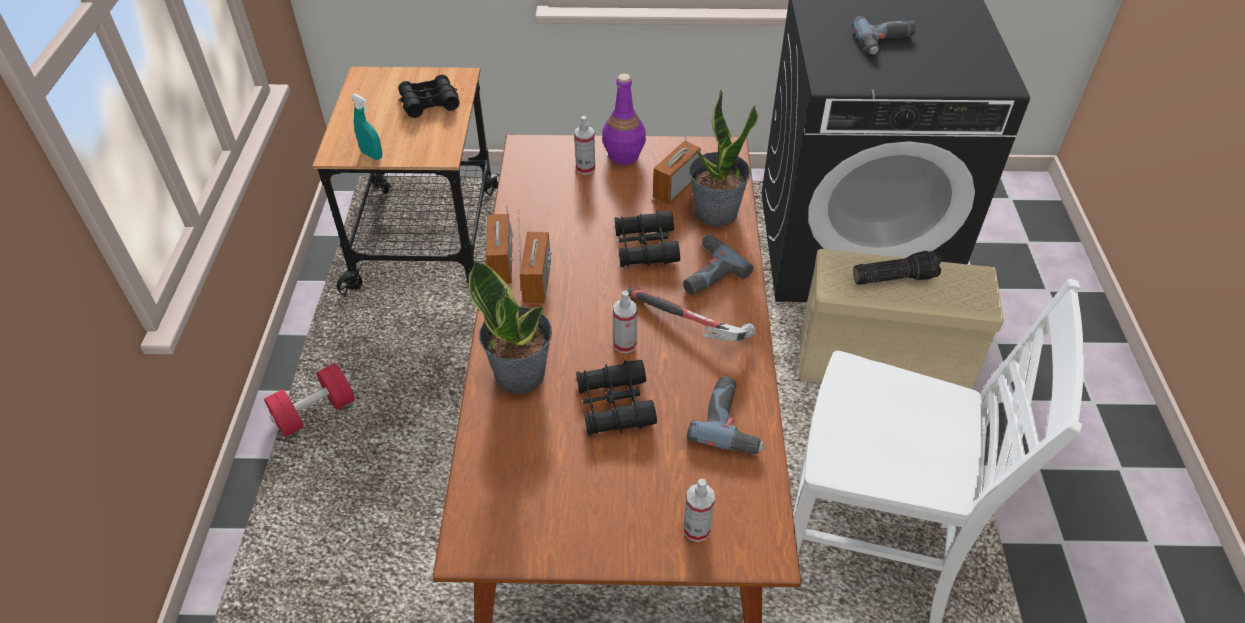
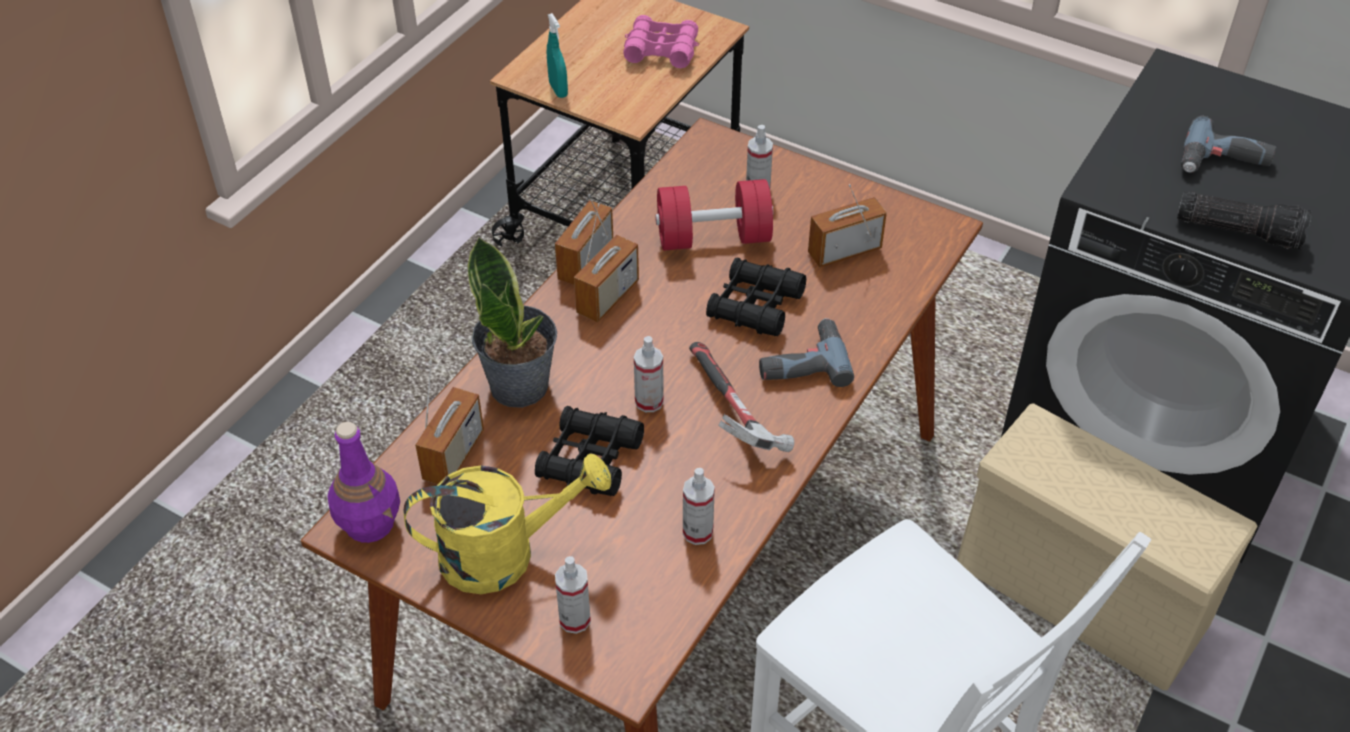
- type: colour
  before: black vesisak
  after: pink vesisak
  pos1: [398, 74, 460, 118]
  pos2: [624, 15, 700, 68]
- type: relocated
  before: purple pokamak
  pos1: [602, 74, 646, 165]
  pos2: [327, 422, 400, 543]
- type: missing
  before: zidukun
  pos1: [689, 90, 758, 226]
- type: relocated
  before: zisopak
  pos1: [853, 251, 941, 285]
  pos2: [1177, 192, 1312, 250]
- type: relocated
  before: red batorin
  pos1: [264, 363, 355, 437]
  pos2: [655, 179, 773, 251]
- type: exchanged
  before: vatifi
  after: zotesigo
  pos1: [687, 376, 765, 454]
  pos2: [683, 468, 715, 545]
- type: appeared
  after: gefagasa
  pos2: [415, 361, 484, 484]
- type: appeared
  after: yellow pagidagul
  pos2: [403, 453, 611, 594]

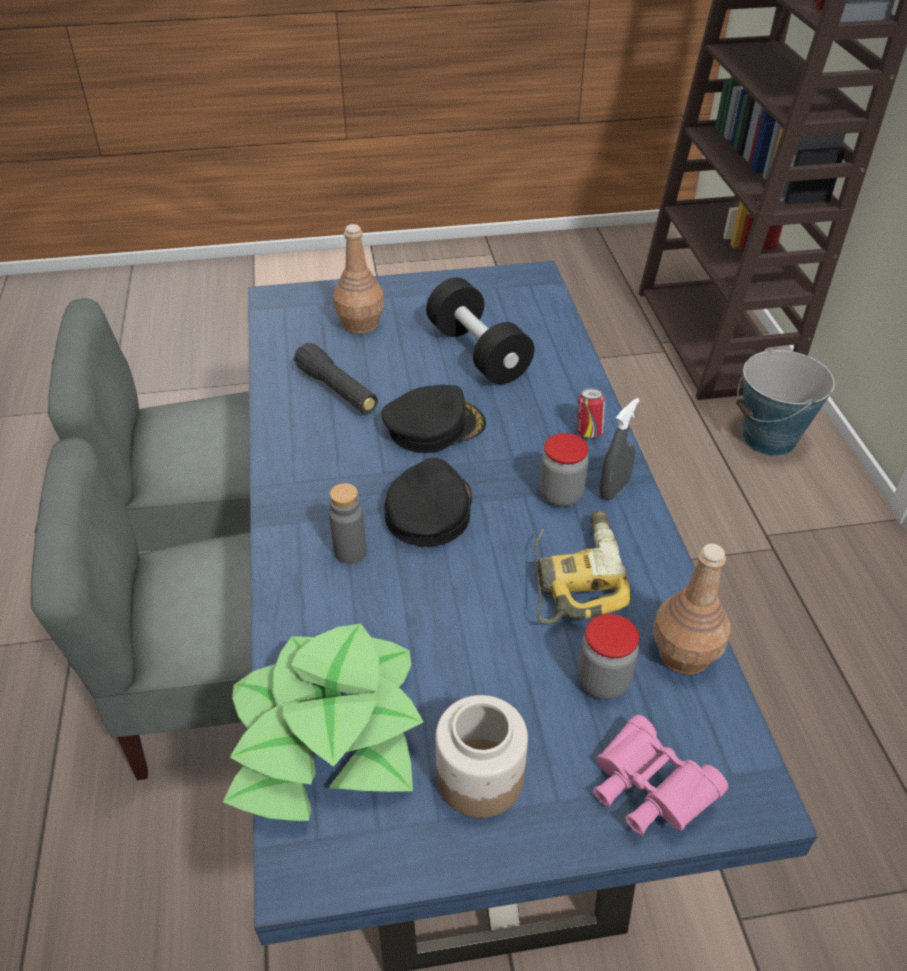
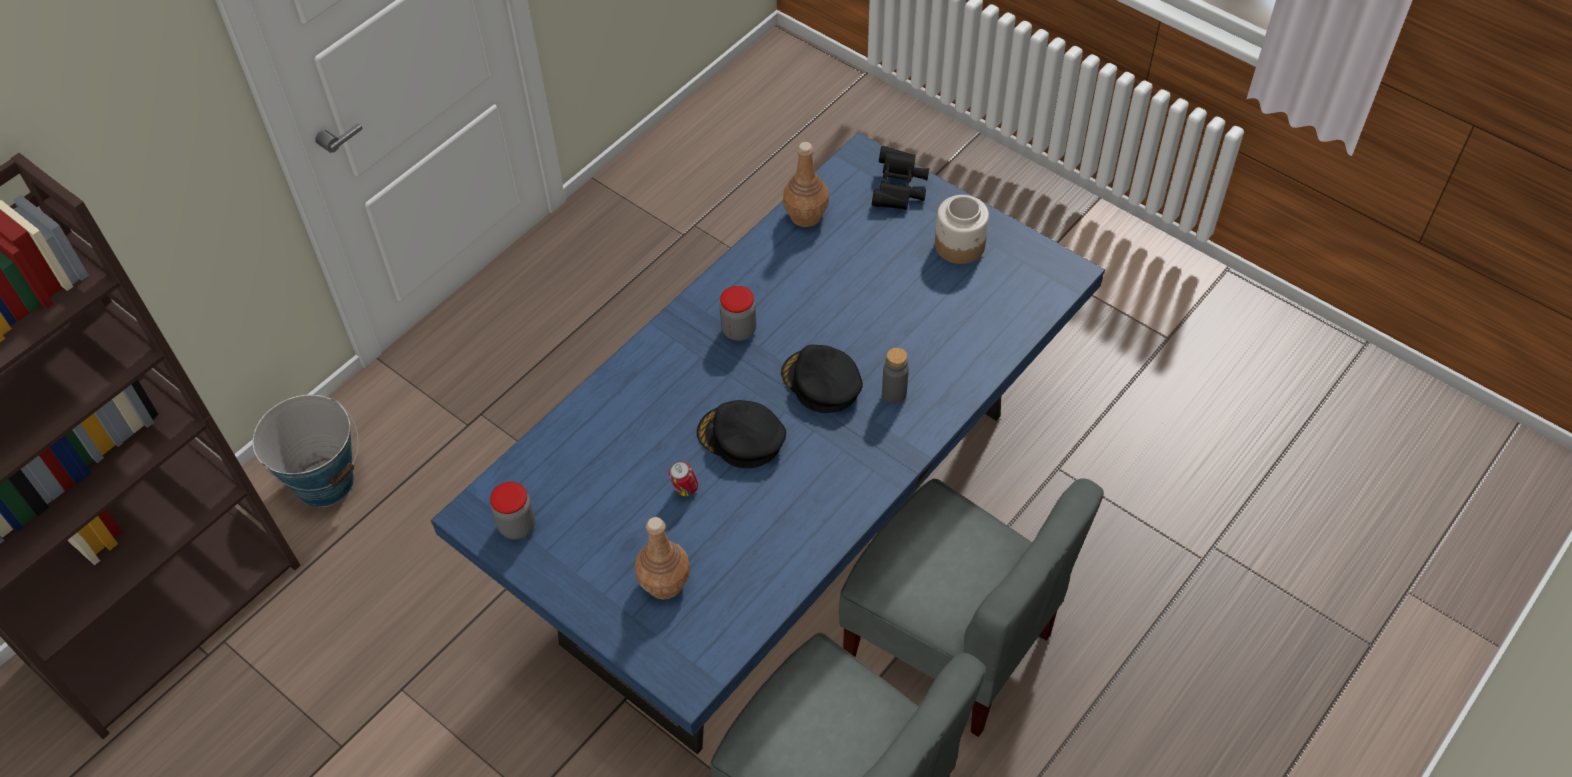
- type: missing
  before: black batorin
  pos1: [426, 278, 534, 384]
- type: missing
  before: black zisopak
  pos1: [294, 343, 378, 414]
- type: relocated
  before: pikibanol
  pos1: [577, 388, 605, 439]
  pos2: [669, 461, 698, 496]
- type: missing
  before: grey zotesigo
  pos1: [599, 398, 640, 500]
- type: spun
  before: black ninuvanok
  pos1: [384, 458, 472, 547]
  pos2: [781, 345, 863, 413]
  turn: 75
- type: missing
  before: vatifi
  pos1: [534, 511, 630, 624]
- type: relocated
  before: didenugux
  pos1: [578, 614, 639, 699]
  pos2: [490, 482, 535, 539]
- type: missing
  before: zidukun
  pos1: [223, 624, 423, 821]
- type: colour
  before: pink vesisak
  after: black vesisak
  pos1: [593, 715, 728, 835]
  pos2: [872, 146, 929, 210]

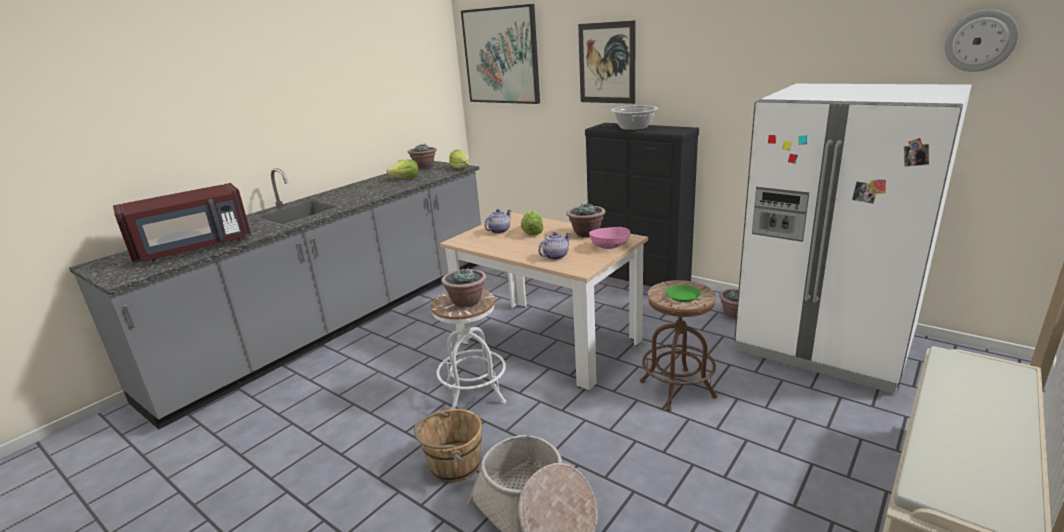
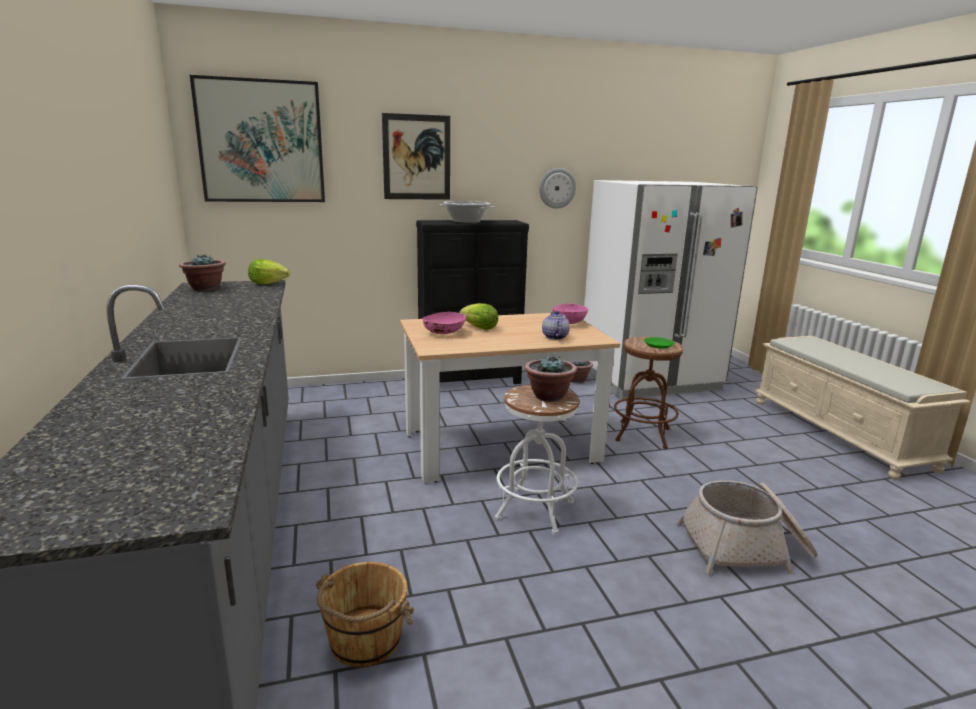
- type: relocated
  before: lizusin
  pos1: [945, 10, 1019, 72]
  pos2: [539, 168, 576, 209]
- type: missing
  before: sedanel
  pos1: [387, 159, 418, 178]
- type: missing
  before: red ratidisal
  pos1: [113, 183, 251, 263]
- type: missing
  before: zidukun
  pos1: [566, 202, 605, 238]
- type: exchanged
  before: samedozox
  after: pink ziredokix
  pos1: [484, 209, 511, 234]
  pos2: [423, 312, 466, 334]
- type: relocated
  before: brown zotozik
  pos1: [414, 407, 482, 483]
  pos2: [316, 562, 414, 667]

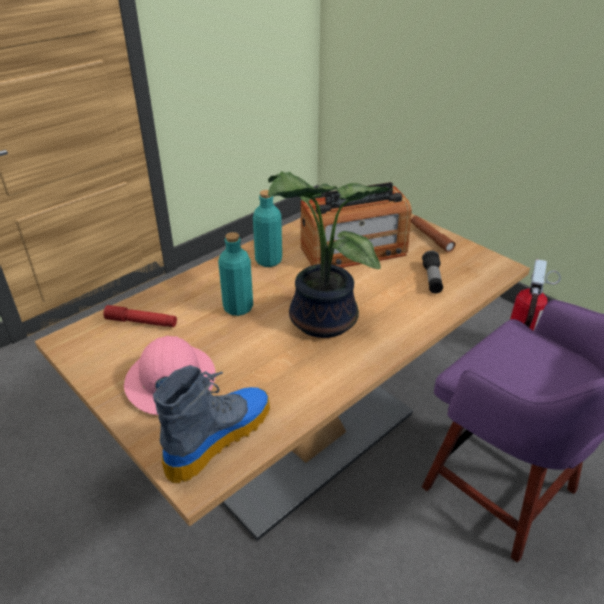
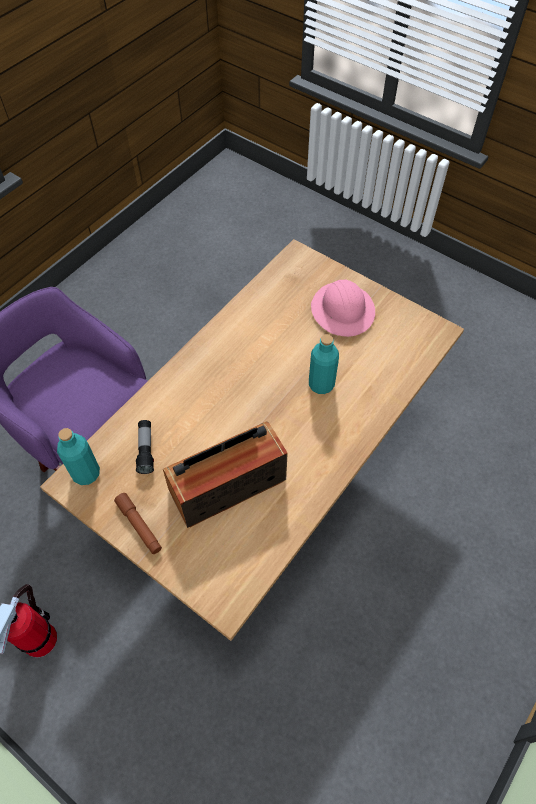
- type: missing
  before: zidukun
  pos1: [268, 171, 393, 338]
- type: relocated
  before: turquoise pokamak
  pos1: [253, 190, 282, 267]
  pos2: [57, 428, 100, 485]
- type: missing
  before: red zisopak
  pos1: [103, 305, 177, 327]
- type: missing
  before: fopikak
  pos1: [153, 365, 270, 483]

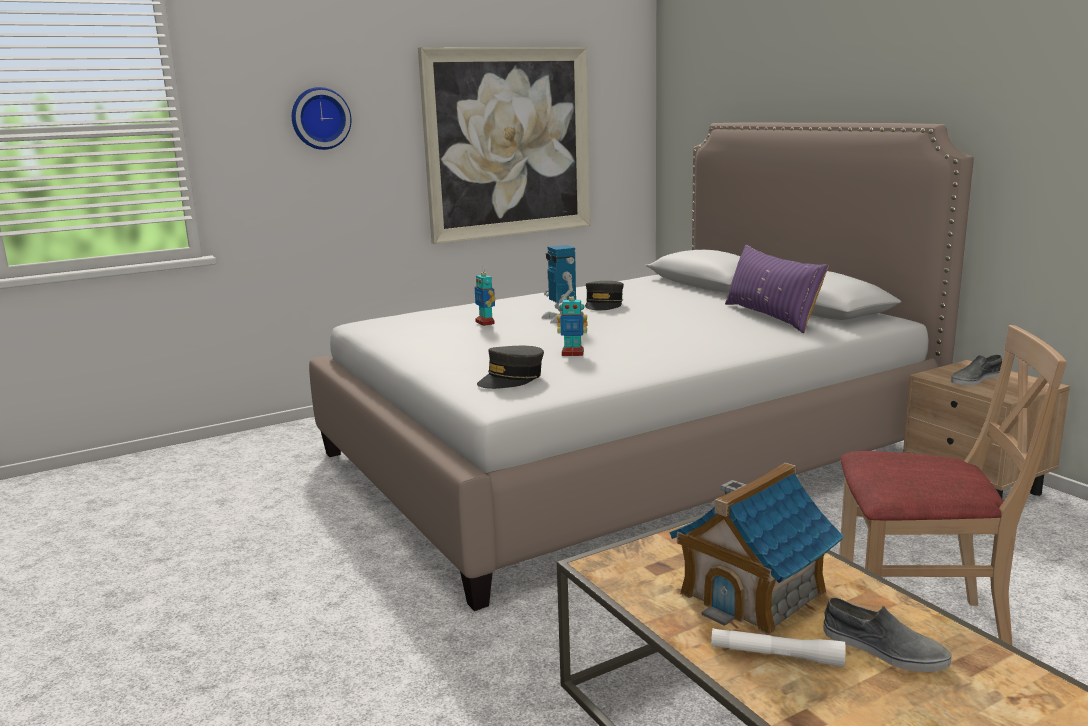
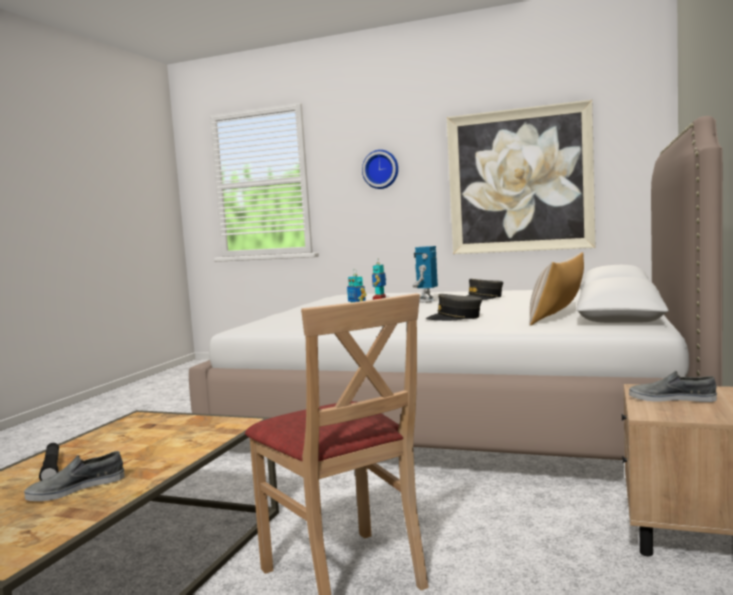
- type: colour
  before: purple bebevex
  after: beige bebevex
  pos1: [725, 245, 829, 333]
  pos2: [529, 252, 584, 326]
- type: relocated
  before: grey ninuvanok
  pos1: [477, 346, 544, 389]
  pos2: [426, 294, 482, 321]
- type: missing
  before: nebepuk
  pos1: [669, 462, 844, 635]
- type: spun
  before: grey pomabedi
  pos1: [823, 597, 952, 672]
  pos2: [24, 451, 125, 501]
  turn: 60
- type: colour
  before: white zisopak
  after: black zisopak
  pos1: [711, 628, 845, 667]
  pos2: [39, 443, 59, 481]

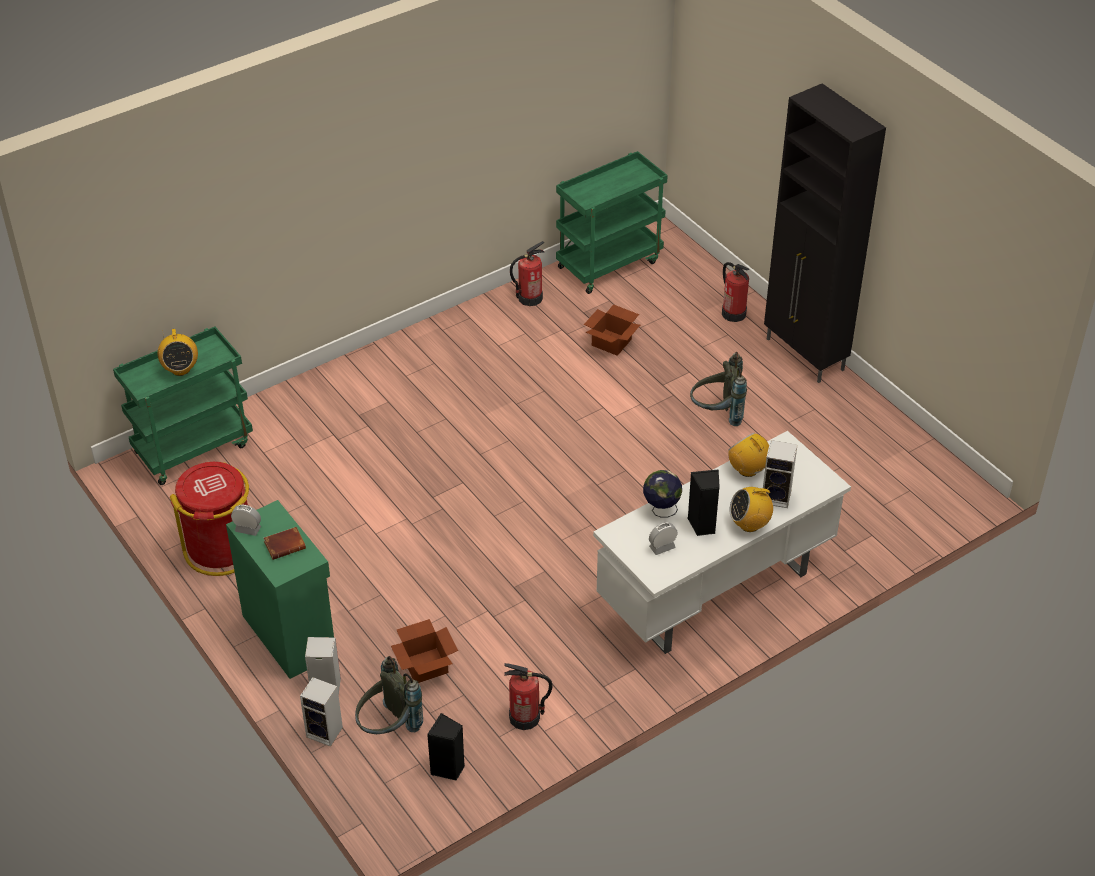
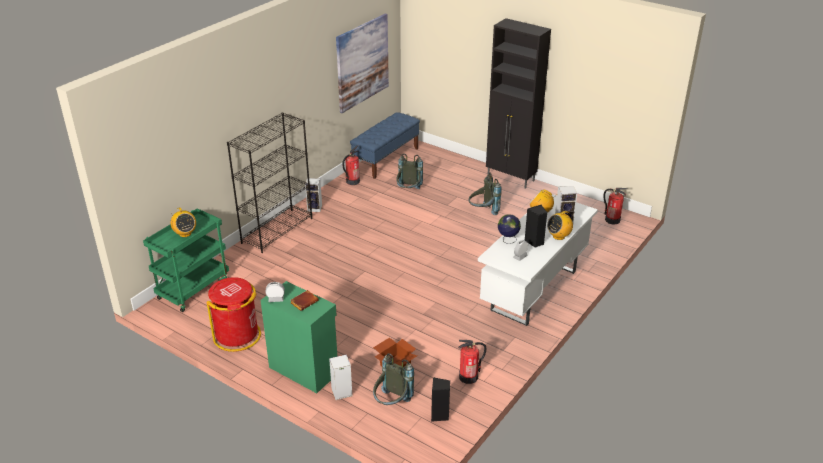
- type: exchanged
  before: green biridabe
  after: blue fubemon
  pos1: [556, 151, 668, 294]
  pos2: [350, 112, 420, 179]
- type: relocated
  before: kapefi
  pos1: [722, 262, 749, 322]
  pos2: [603, 188, 627, 225]
- type: exchanged
  before: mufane
  after: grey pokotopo
  pos1: [584, 304, 640, 356]
  pos2: [396, 154, 423, 189]
- type: relocated
  before: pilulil
  pos1: [300, 677, 343, 747]
  pos2: [305, 178, 322, 212]
- type: appeared
  after: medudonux
  pos2: [336, 14, 389, 113]
- type: appeared
  after: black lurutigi
  pos2: [227, 112, 312, 253]

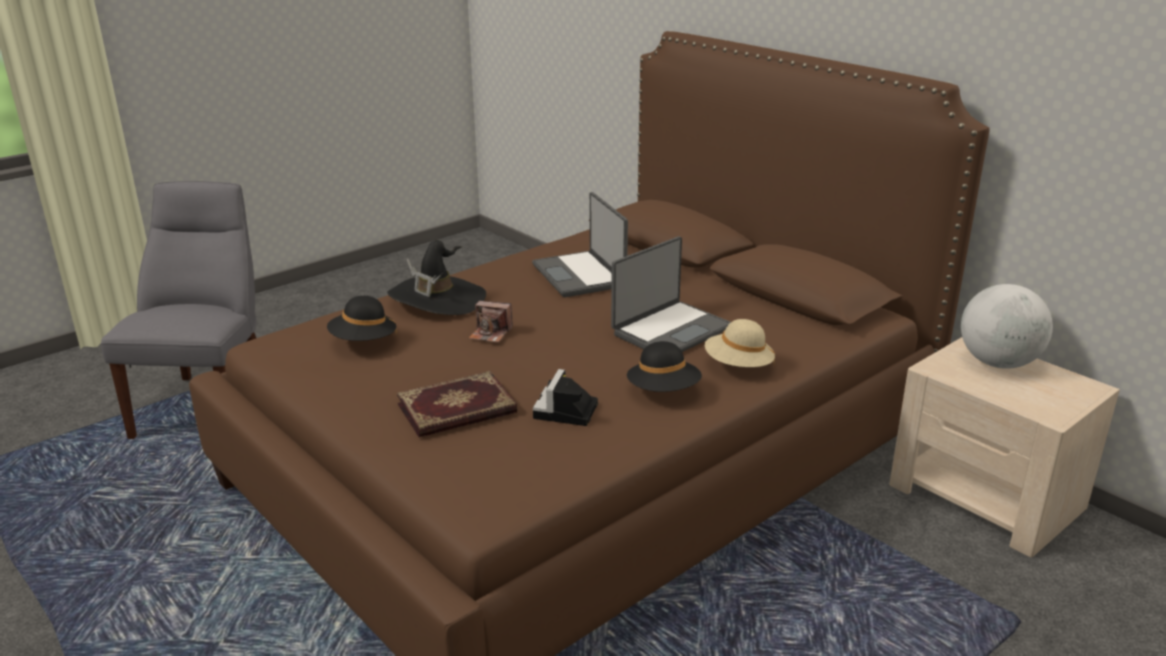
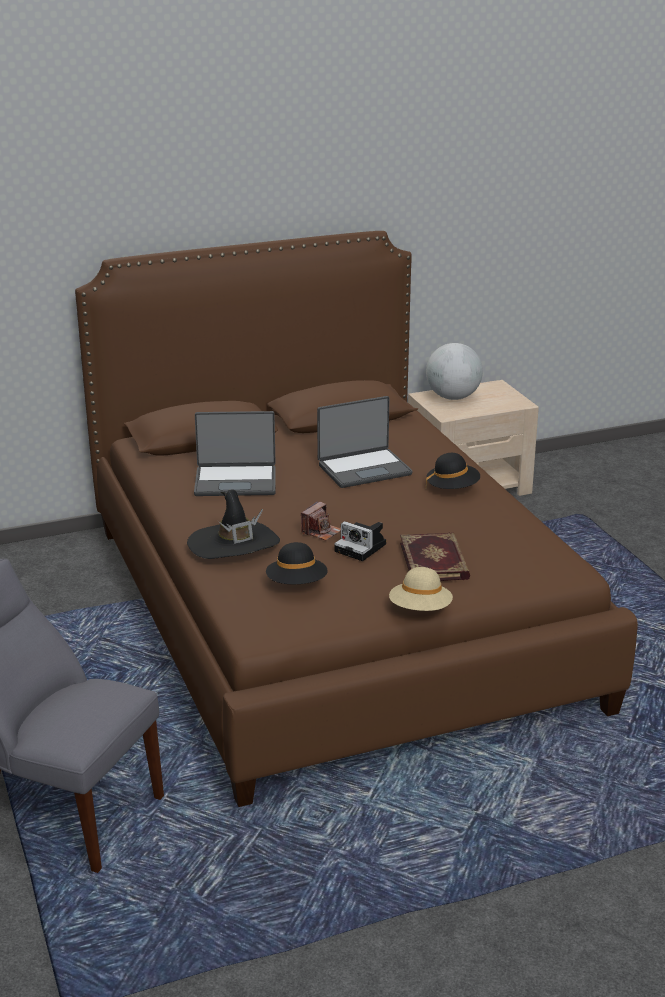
- type: spun
  before: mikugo
  pos1: [611, 236, 731, 352]
  pos2: [317, 396, 413, 488]
  turn: 90
- type: relocated
  before: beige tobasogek
  pos1: [705, 319, 775, 367]
  pos2: [389, 567, 453, 611]
- type: relocated
  before: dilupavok
  pos1: [533, 369, 598, 426]
  pos2: [334, 521, 386, 561]

